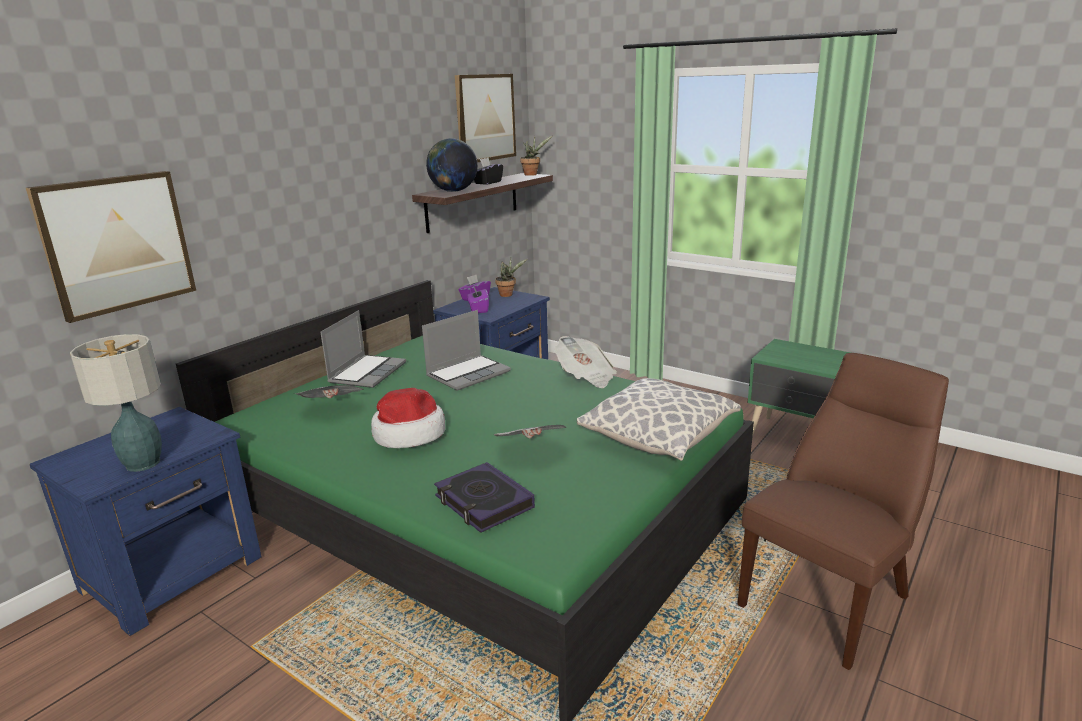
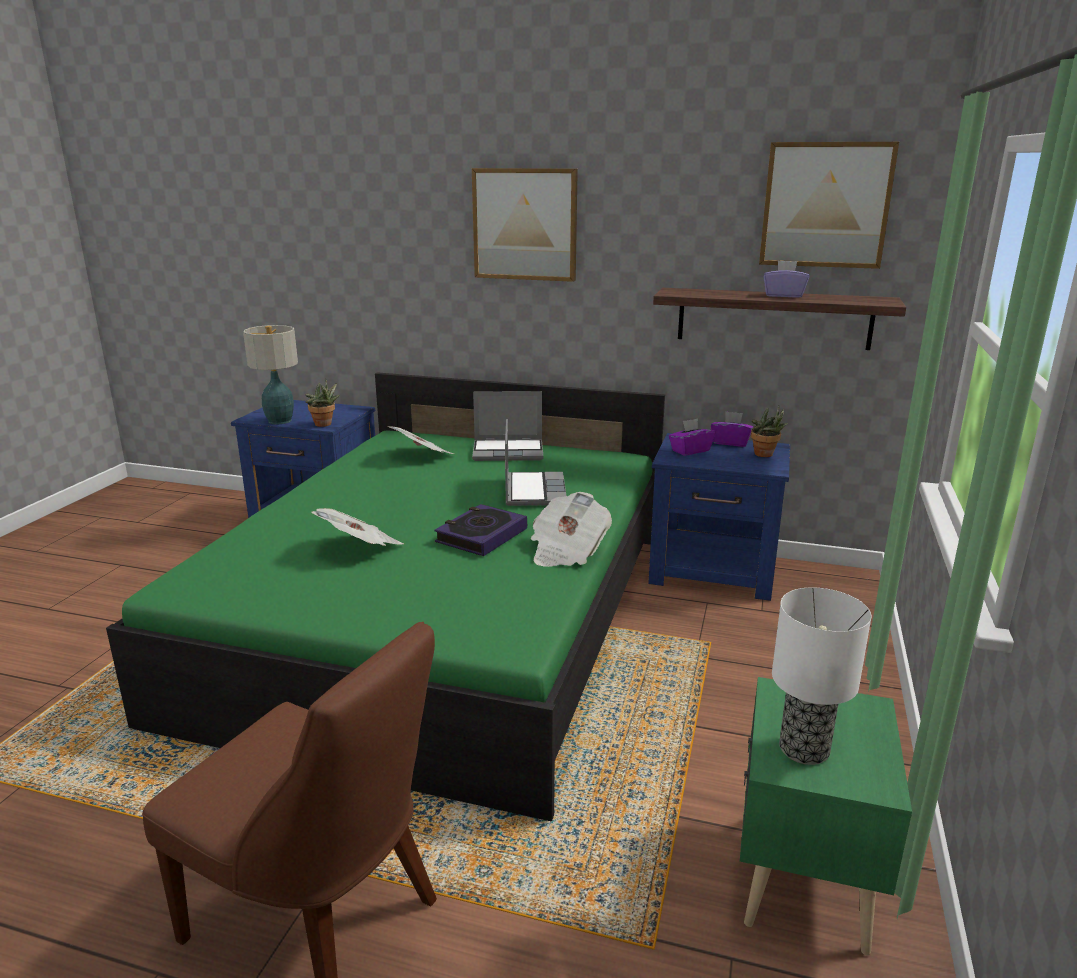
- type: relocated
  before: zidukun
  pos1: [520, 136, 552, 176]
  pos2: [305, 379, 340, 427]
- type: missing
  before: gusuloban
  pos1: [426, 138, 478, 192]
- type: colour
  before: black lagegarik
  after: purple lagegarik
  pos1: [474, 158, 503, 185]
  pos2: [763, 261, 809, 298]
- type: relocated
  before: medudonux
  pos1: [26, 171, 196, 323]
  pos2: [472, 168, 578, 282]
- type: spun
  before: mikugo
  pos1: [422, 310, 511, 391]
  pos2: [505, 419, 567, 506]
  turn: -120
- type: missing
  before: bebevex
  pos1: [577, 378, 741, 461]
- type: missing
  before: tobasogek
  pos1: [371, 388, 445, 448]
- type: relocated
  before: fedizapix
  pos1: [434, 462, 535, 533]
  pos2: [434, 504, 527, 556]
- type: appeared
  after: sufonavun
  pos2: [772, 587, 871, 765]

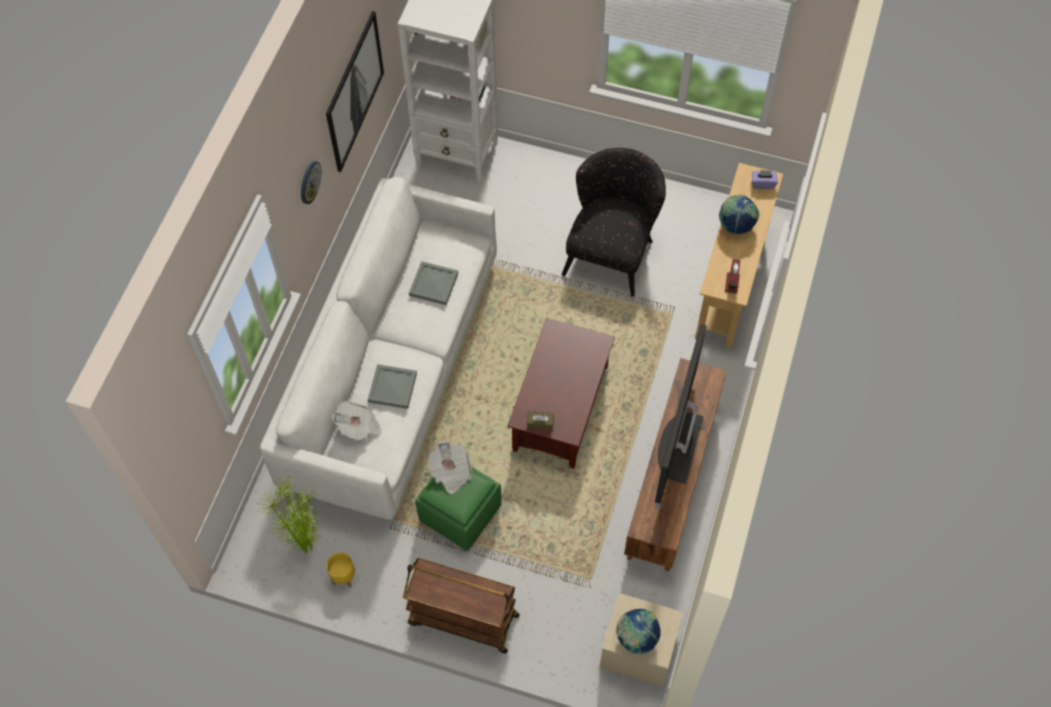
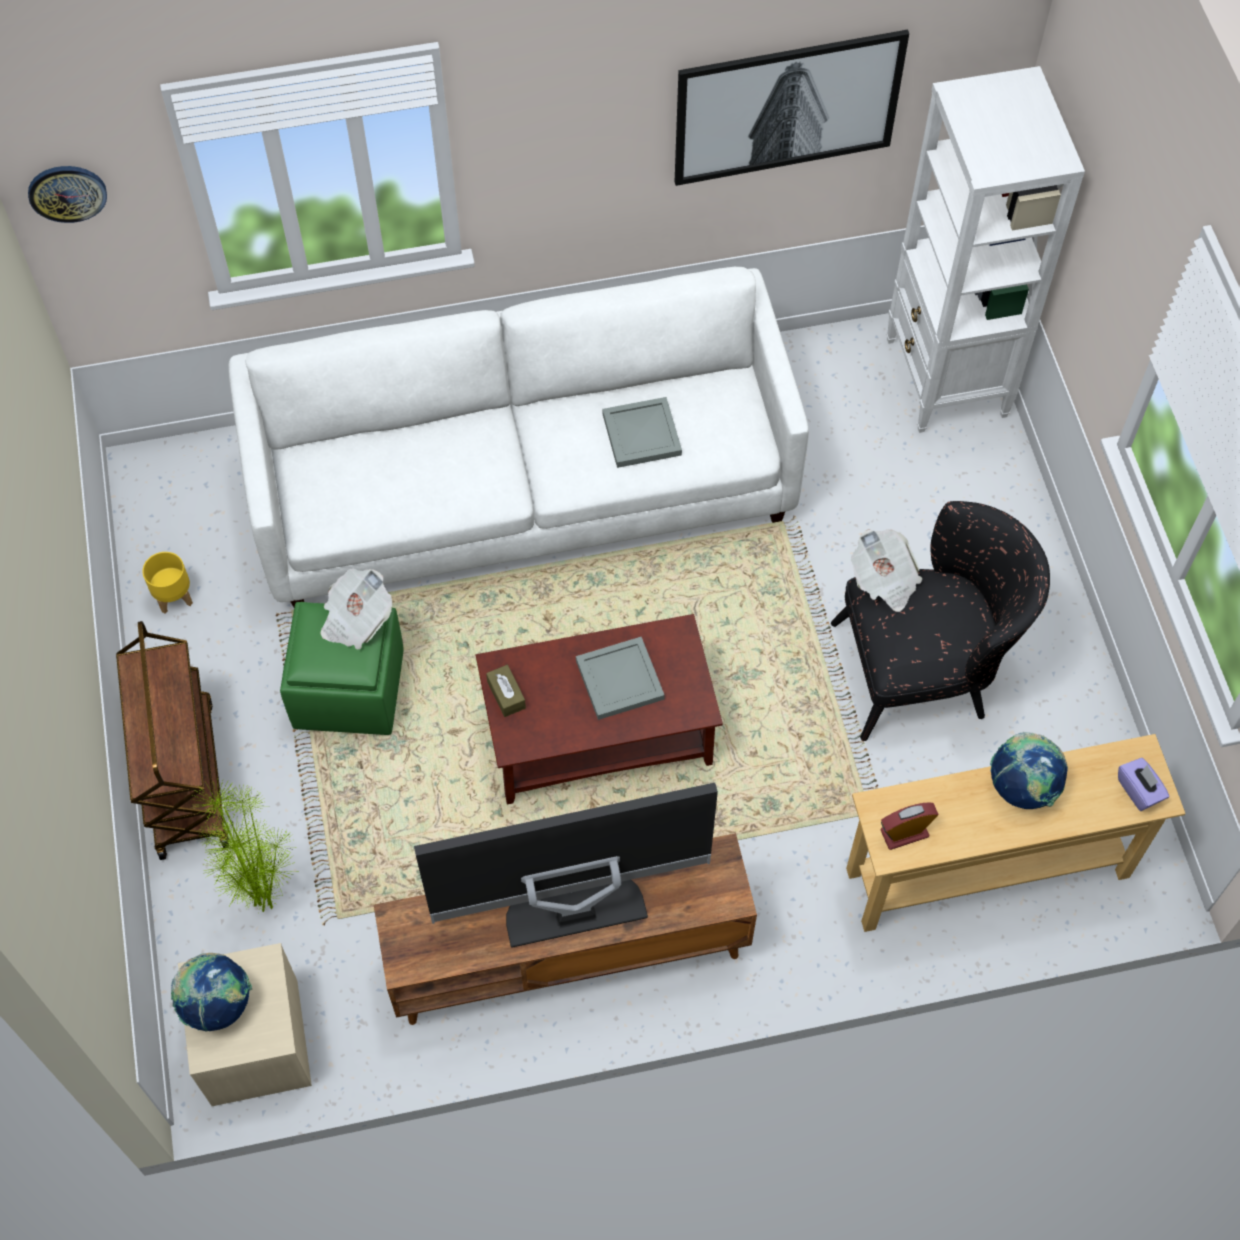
- type: relocated
  before: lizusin
  pos1: [301, 161, 321, 204]
  pos2: [28, 166, 107, 223]
- type: relocated
  before: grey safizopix
  pos1: [368, 364, 417, 409]
  pos2: [576, 637, 665, 720]
- type: relocated
  before: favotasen
  pos1: [332, 401, 382, 441]
  pos2: [851, 529, 923, 612]
- type: relocated
  before: zidukun
  pos1: [258, 477, 322, 553]
  pos2: [191, 779, 296, 913]

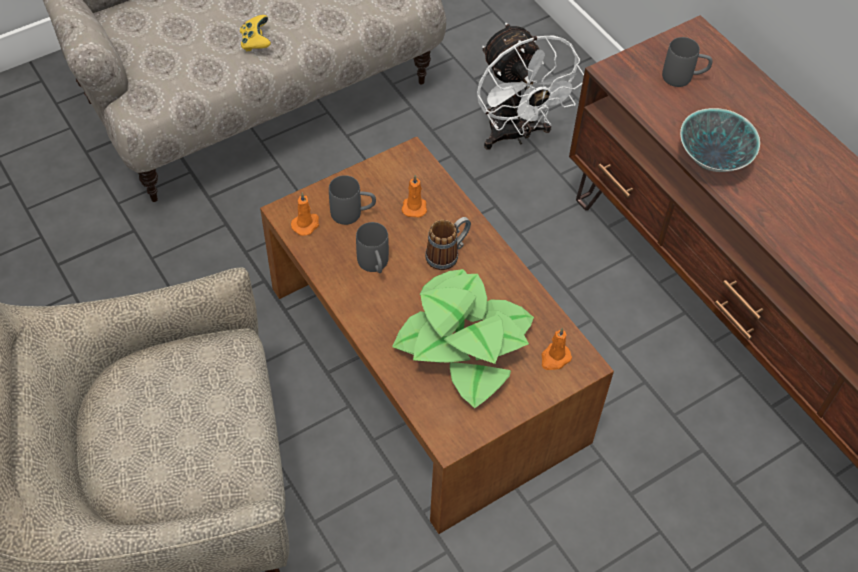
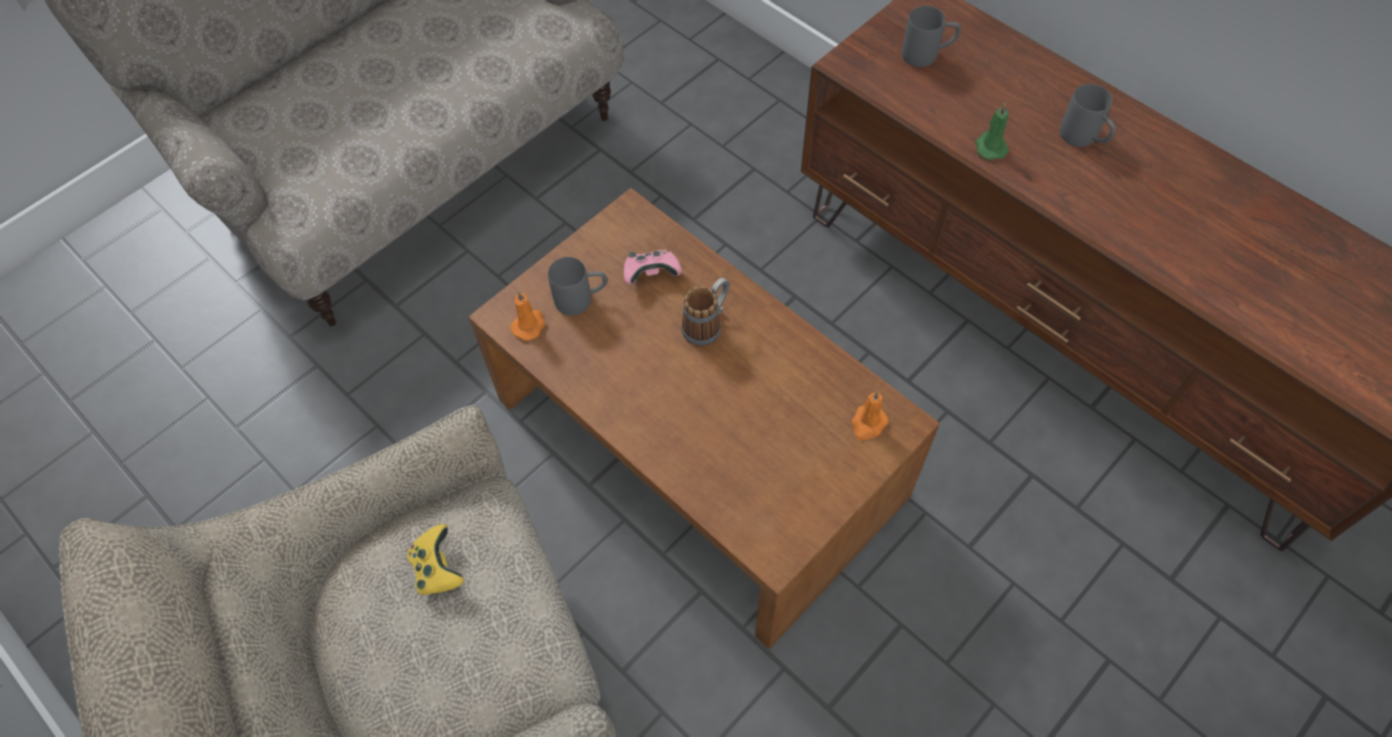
- type: relocated
  before: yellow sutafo
  pos1: [240, 15, 271, 52]
  pos2: [407, 524, 464, 595]
- type: missing
  before: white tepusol
  pos1: [477, 23, 584, 150]
- type: exchanged
  before: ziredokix
  after: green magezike
  pos1: [680, 108, 760, 172]
  pos2: [976, 103, 1009, 160]
- type: exchanged
  before: orange magezike
  after: pink sutafo
  pos1: [402, 175, 427, 217]
  pos2: [624, 249, 682, 285]
- type: relocated
  before: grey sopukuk
  pos1: [356, 222, 389, 273]
  pos2: [1060, 84, 1116, 147]
- type: missing
  before: zidukun
  pos1: [392, 269, 534, 408]

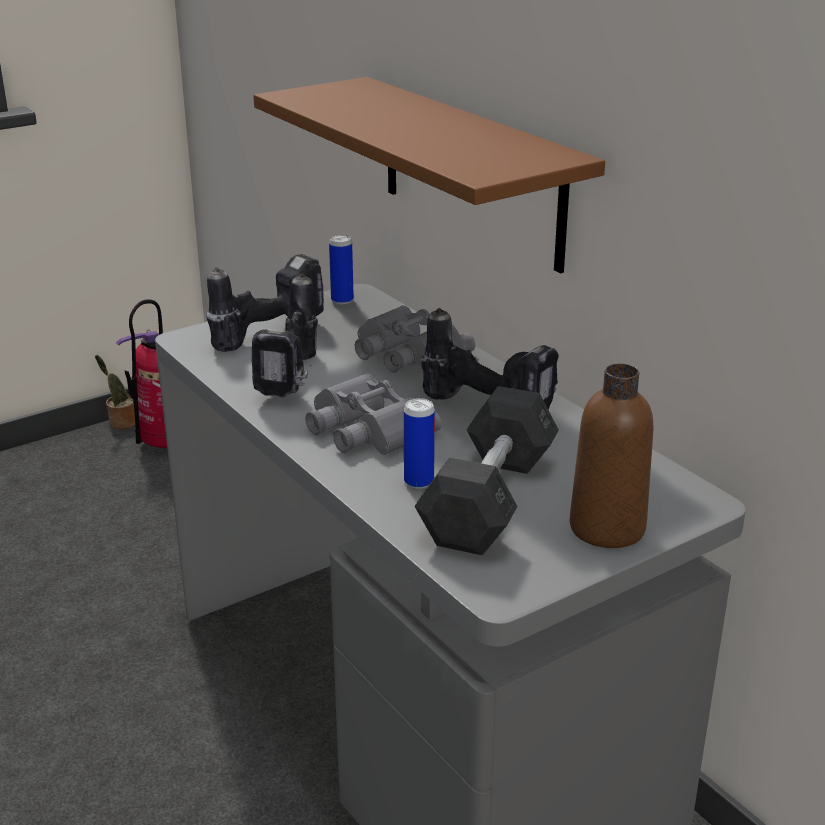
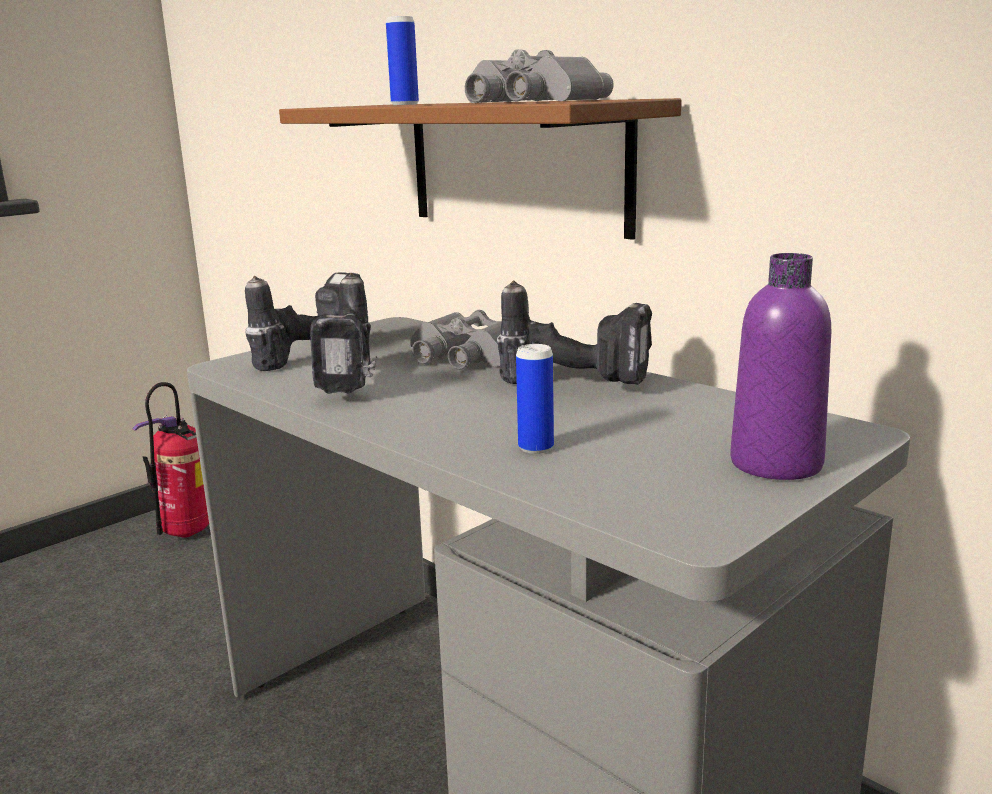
- type: relocated
  before: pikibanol
  pos1: [329, 235, 354, 304]
  pos2: [386, 16, 419, 105]
- type: missing
  before: zidukun
  pos1: [95, 355, 135, 429]
- type: colour
  before: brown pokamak
  after: purple pokamak
  pos1: [570, 364, 653, 548]
  pos2: [730, 253, 831, 480]
- type: relocated
  before: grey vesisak
  pos1: [305, 373, 442, 455]
  pos2: [465, 49, 614, 103]
- type: missing
  before: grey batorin
  pos1: [414, 386, 559, 555]

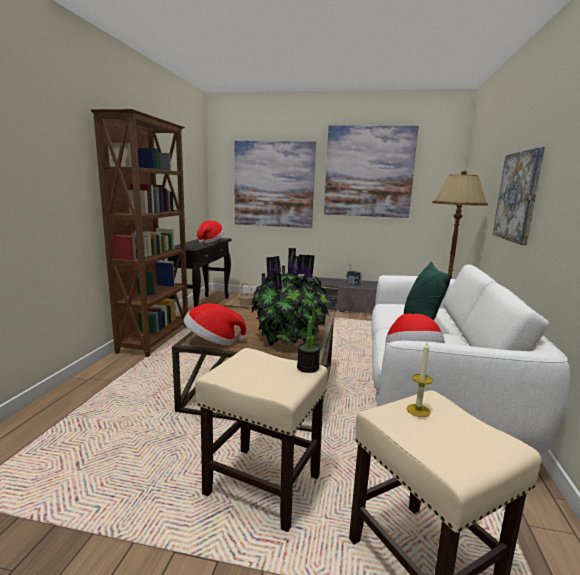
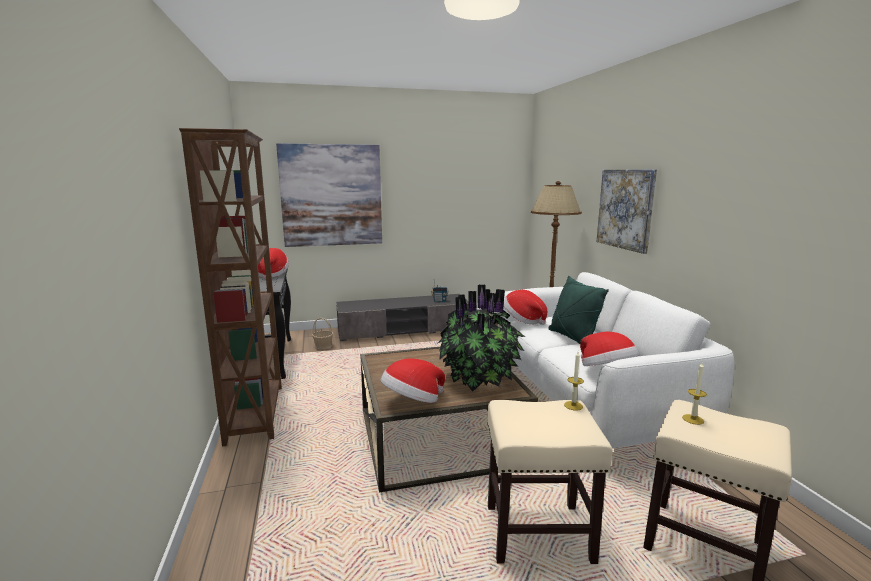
- type: missing
  before: medudonux
  pos1: [324, 125, 419, 218]
- type: exchanged
  before: zidukun
  after: magezike
  pos1: [297, 303, 320, 373]
  pos2: [564, 352, 584, 410]
- type: appeared
  after: tobasogek
  pos2: [504, 290, 547, 325]

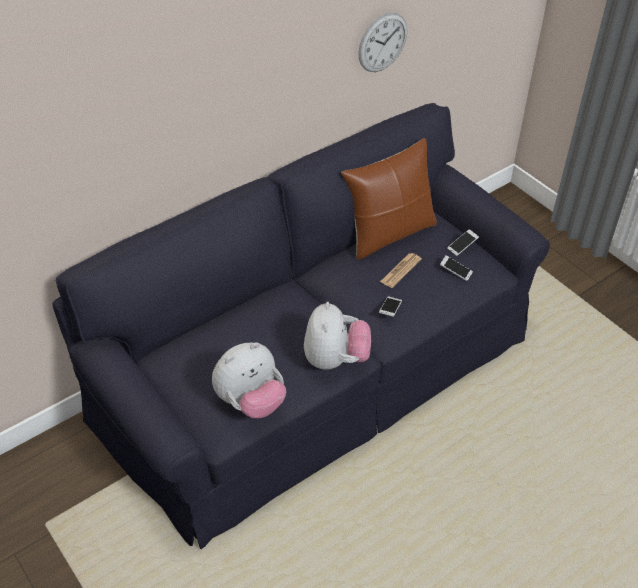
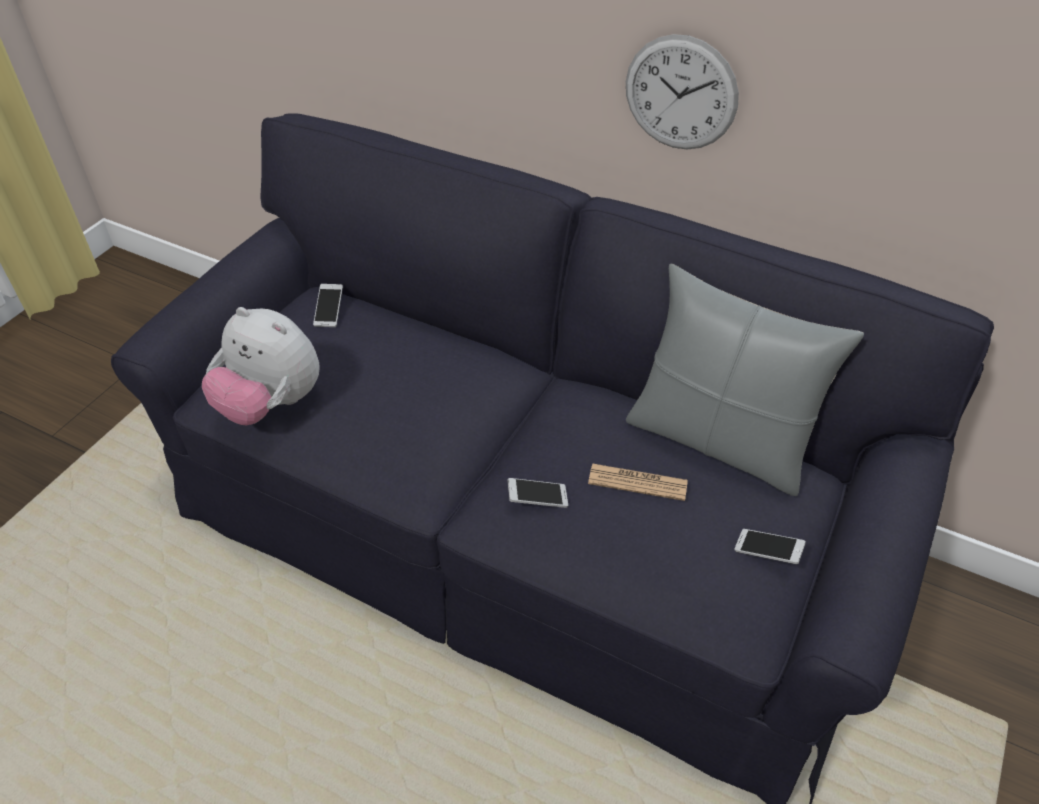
- type: relocated
  before: lizusin
  pos1: [358, 13, 407, 72]
  pos2: [626, 34, 739, 149]
- type: colour
  before: brown bebevex
  after: grey bebevex
  pos1: [341, 138, 437, 260]
  pos2: [626, 264, 864, 496]
- type: relocated
  before: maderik
  pos1: [440, 255, 473, 281]
  pos2: [313, 284, 343, 327]
- type: missing
  before: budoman
  pos1: [304, 302, 371, 370]

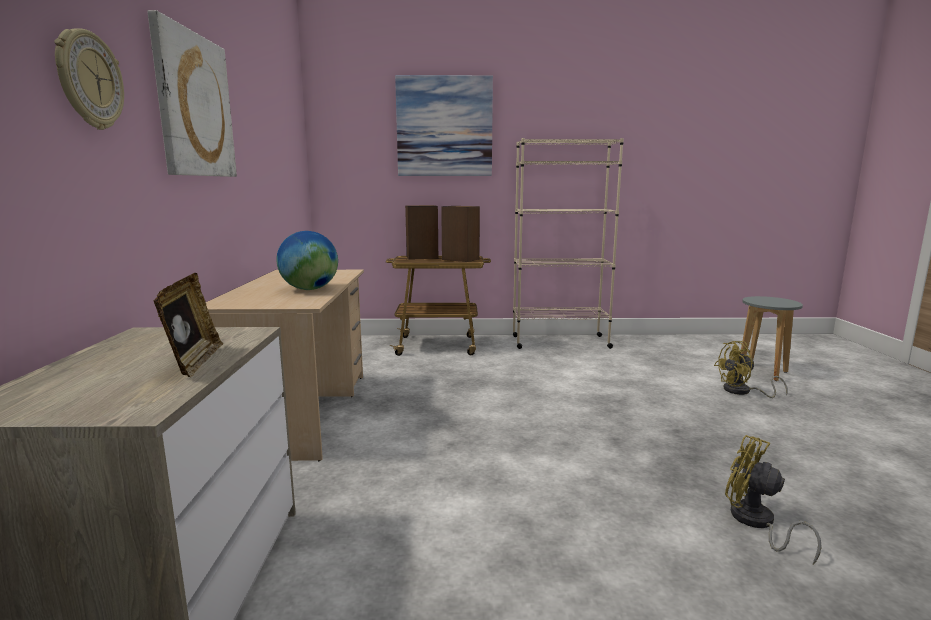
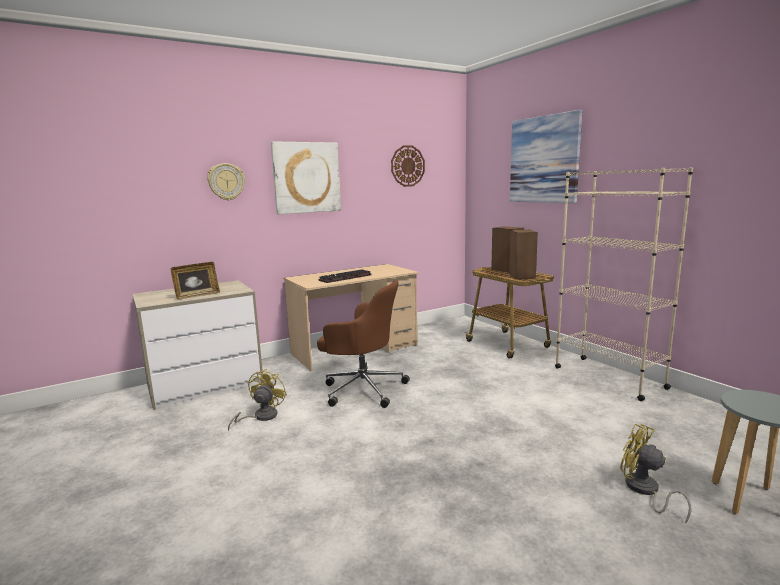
- type: exchanged
  before: gusuloban
  after: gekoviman
  pos1: [276, 231, 338, 290]
  pos2: [319, 269, 371, 283]
- type: relocated
  before: yellow tepusol
  pos1: [725, 435, 822, 564]
  pos2: [228, 369, 287, 431]
- type: appeared
  after: lizusin
  pos2: [391, 145, 425, 187]
- type: appeared
  after: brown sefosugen
  pos2: [317, 280, 410, 408]

